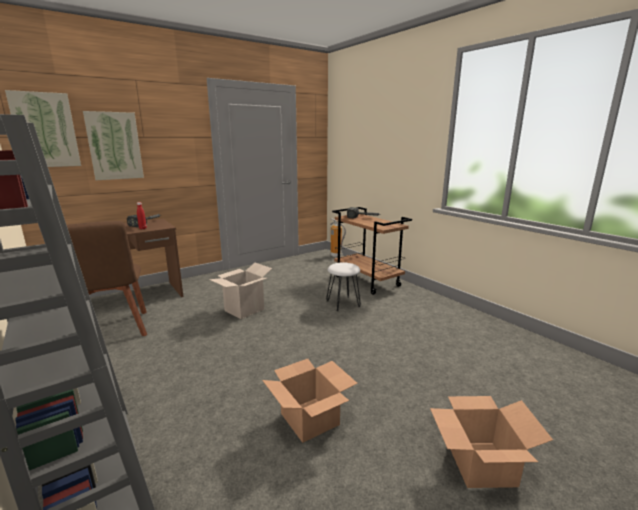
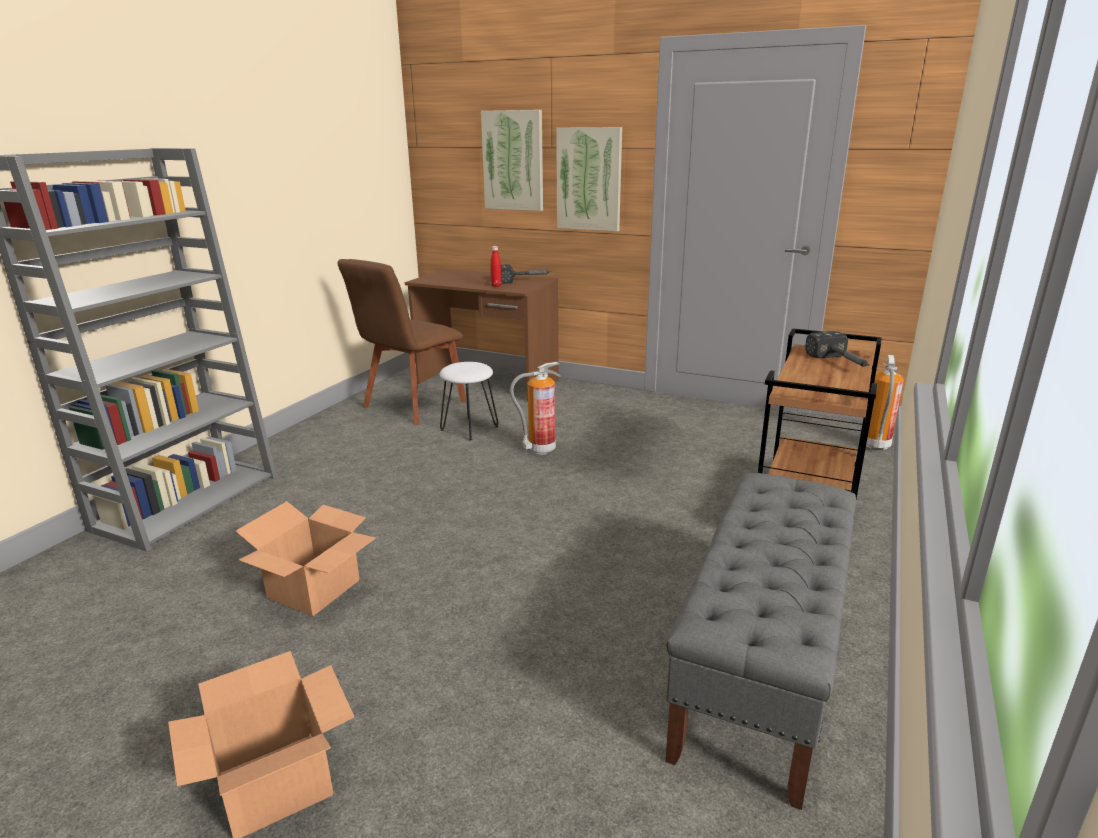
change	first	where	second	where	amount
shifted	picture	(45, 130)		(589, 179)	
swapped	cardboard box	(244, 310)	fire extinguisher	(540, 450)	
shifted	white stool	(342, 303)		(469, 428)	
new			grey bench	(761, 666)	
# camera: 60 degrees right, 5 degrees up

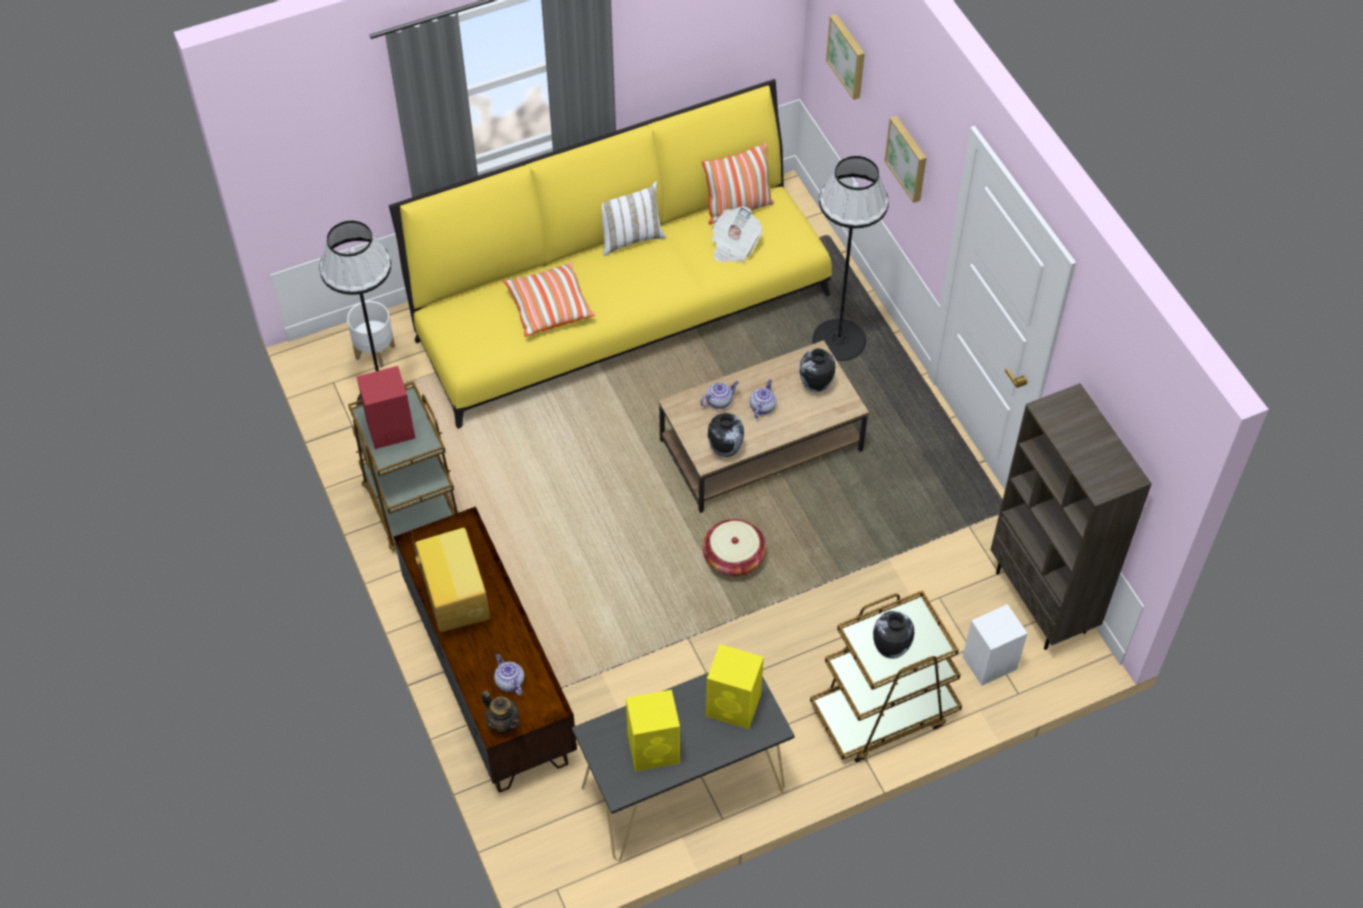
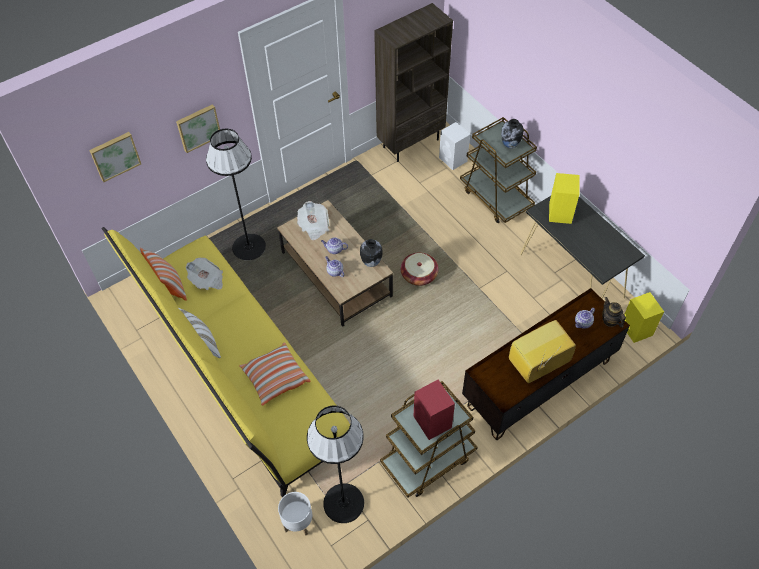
change	first	where	second	where	amount
swapped	vase	(815, 386)	newspaper	(314, 226)	
rotated	teapot	(503, 723)		(610, 320)	60 degrees counterclockwise
shifted	yellow speaker	(655, 749)		(636, 328)	
# camera: 100 degrees left, 0 degrees up

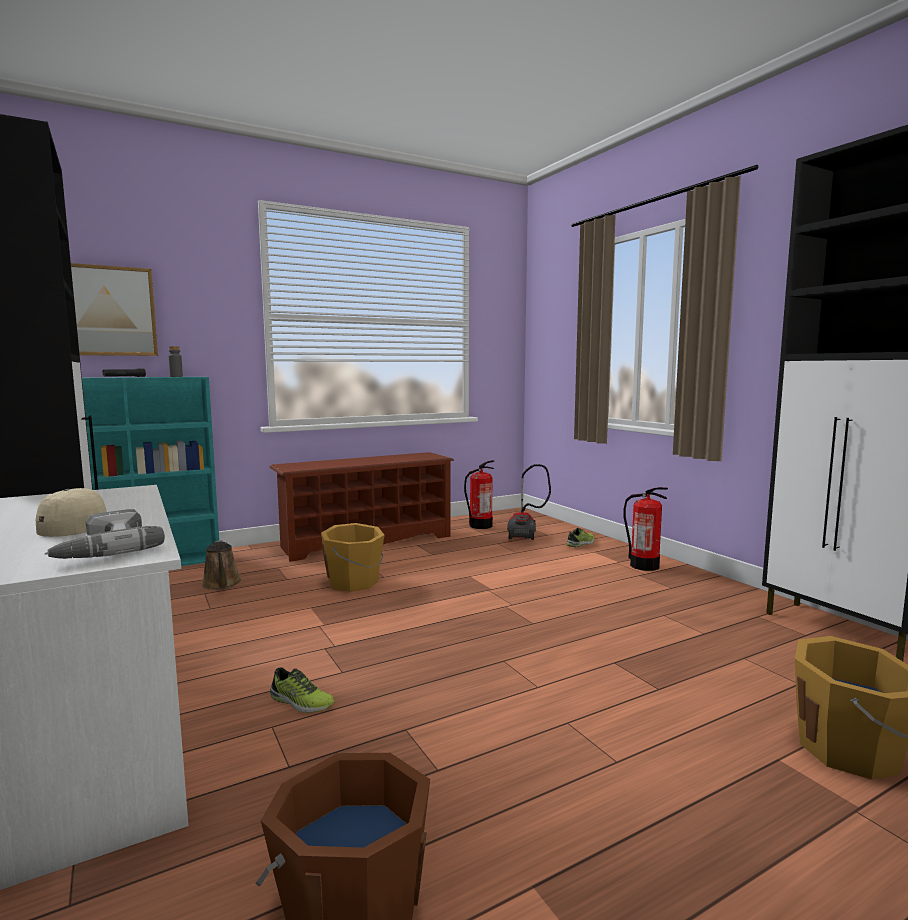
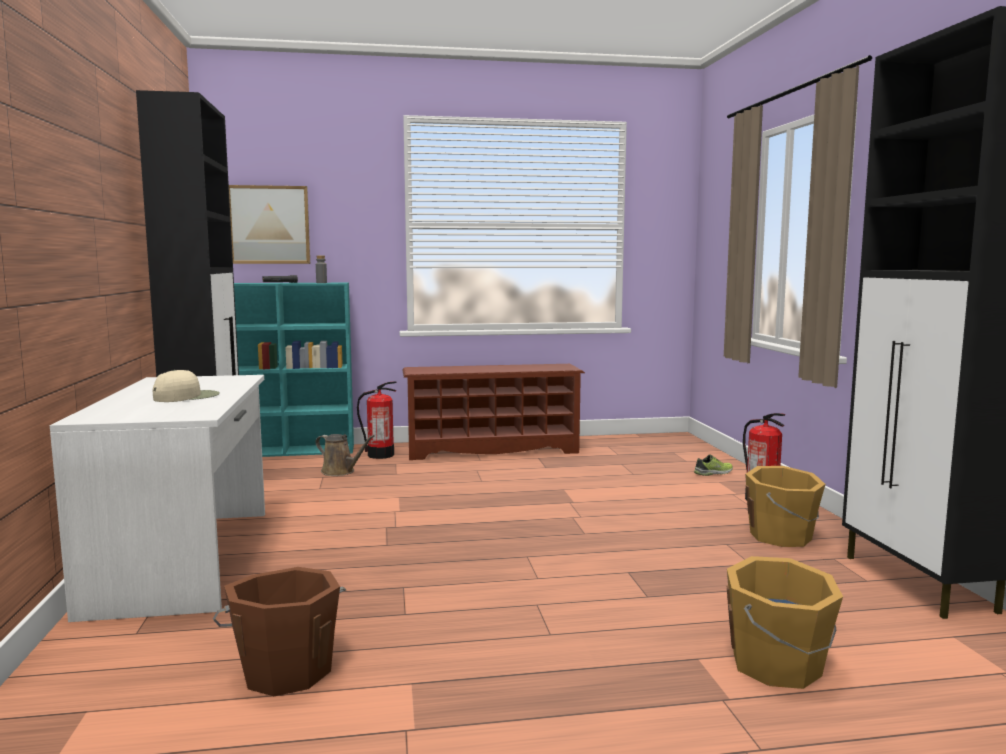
change	first	where	second	where	amount
shifted	fire extinguisher	(480, 526)		(380, 455)	
gone	vacuum cleaner	(524, 532)			
gone	power drill	(102, 548)			
shifted	orange bucket	(354, 582)		(782, 536)	
rotated	brown watering can	(222, 584)		(340, 472)	60 degrees counterclockwise
gone	shoe	(300, 702)			
# camera: 20 degrees right, 0 degrees up

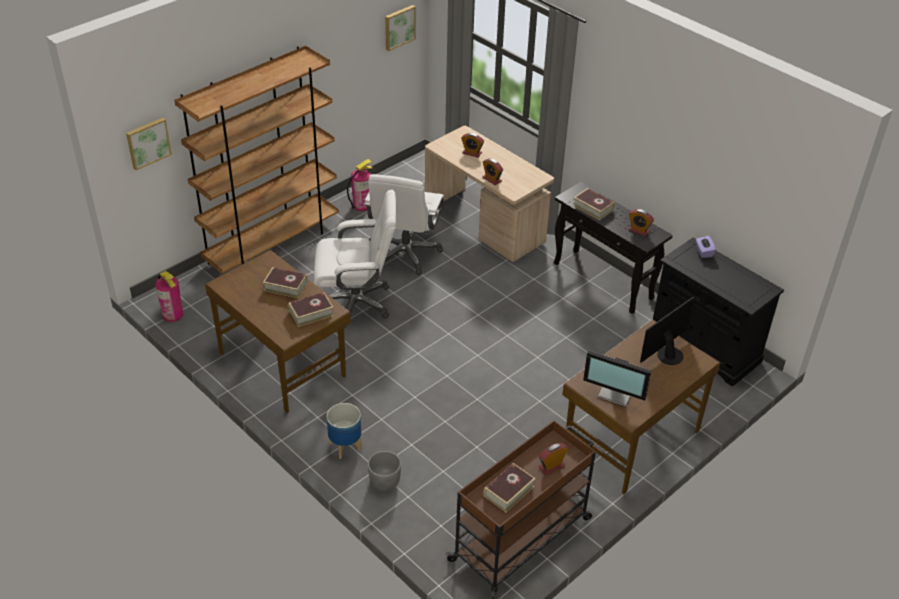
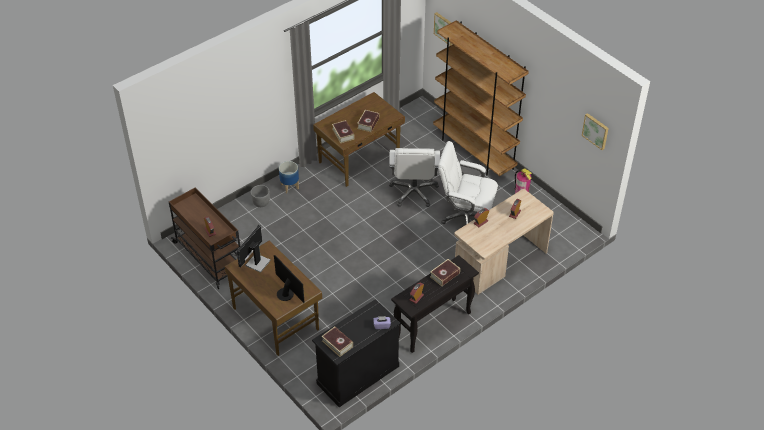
change	first	where	second	where	amount
gone	fire extinguisher	(173, 314)			
shifted	book	(509, 491)		(337, 344)	
# camera: 95 degrees right, 5 degrees up

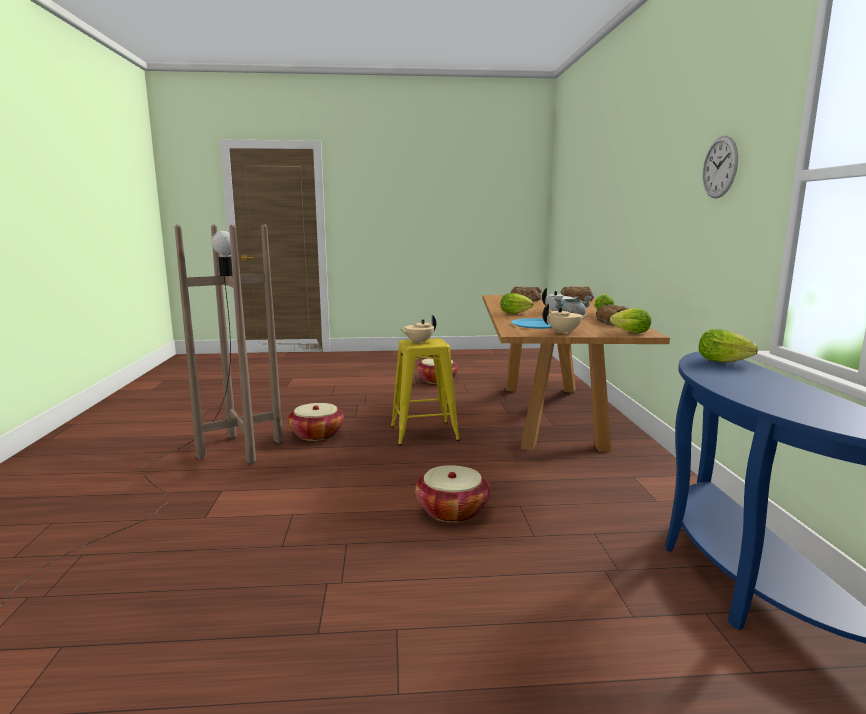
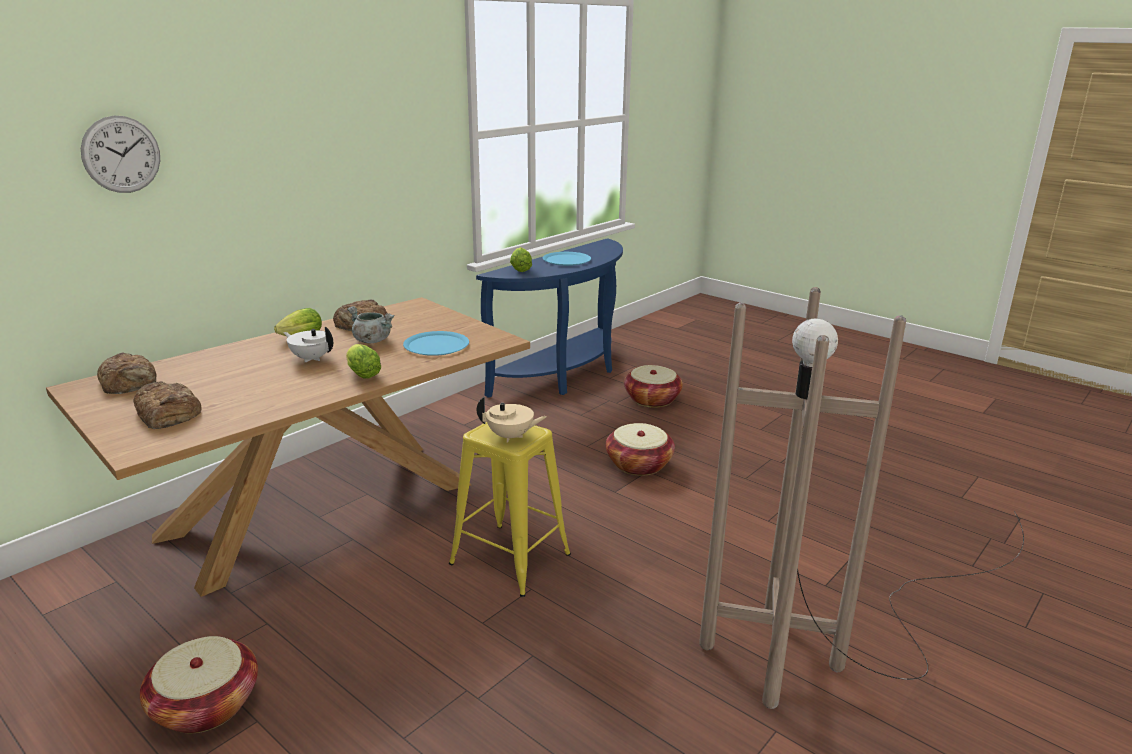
change	first	where	second	where	amount
shifted	wall clock	(720, 167)		(121, 154)	
gone	beige teapot	(564, 332)			
gone	lettuce	(629, 332)			
shifted	basket	(316, 434)		(652, 399)	
new			blue plate	(566, 260)	
# camera: 135 degrees left, 10 degrees up

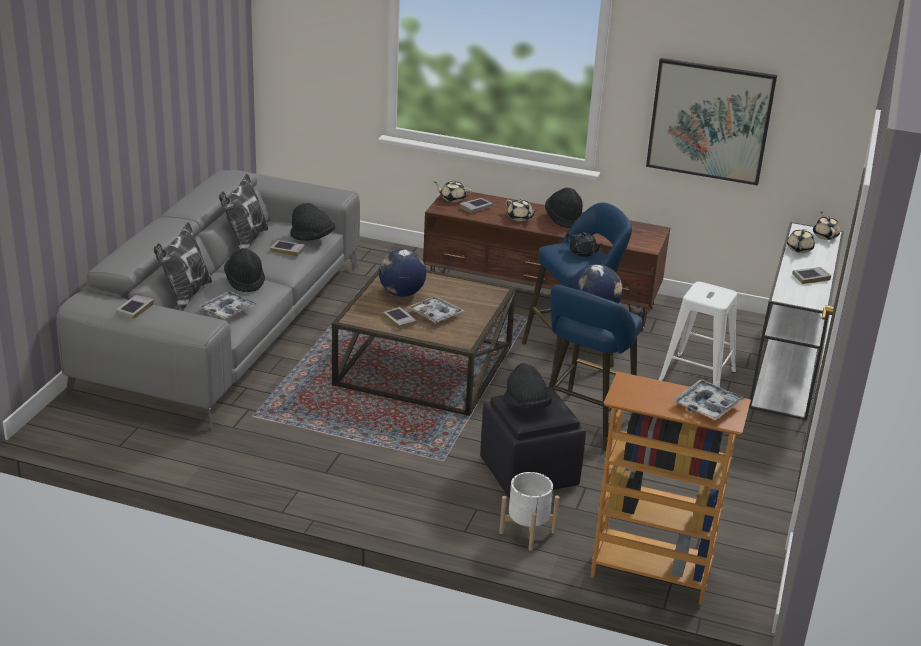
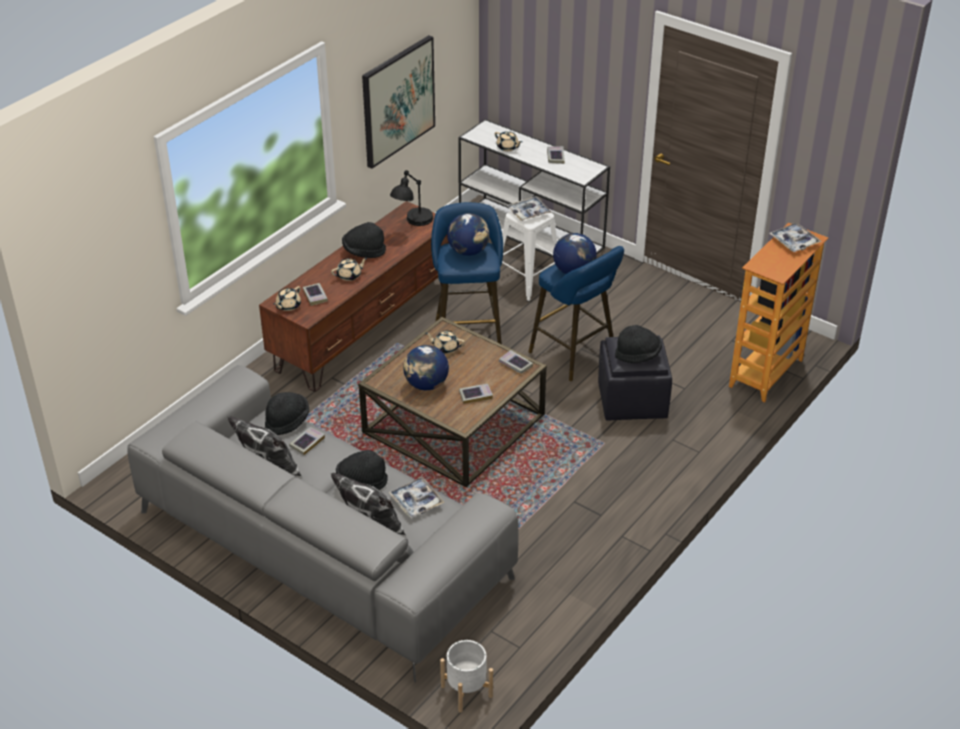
change	first	where	second	where	amount
shifted	beige teapot	(825, 235)		(445, 348)	
swapped	black teapot	(583, 252)	globe	(468, 251)	
shifted	book	(134, 309)		(515, 364)	
shifted	tray	(435, 314)		(528, 212)	
shifted	white planter	(527, 532)		(466, 691)	
new			black table lamp	(412, 224)	
# camera: 70 degrees left, 10 degrees up

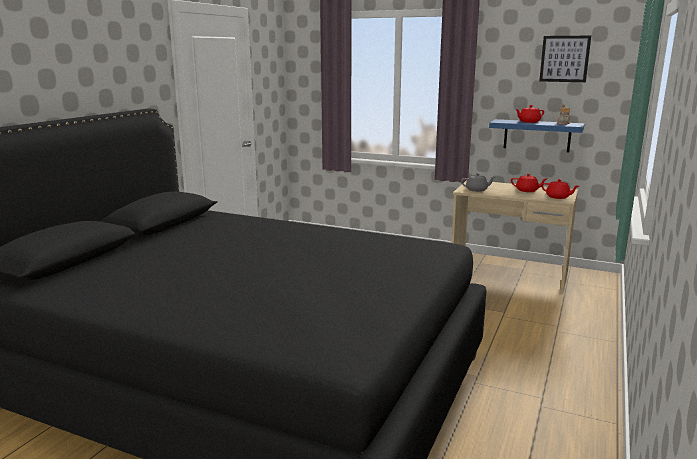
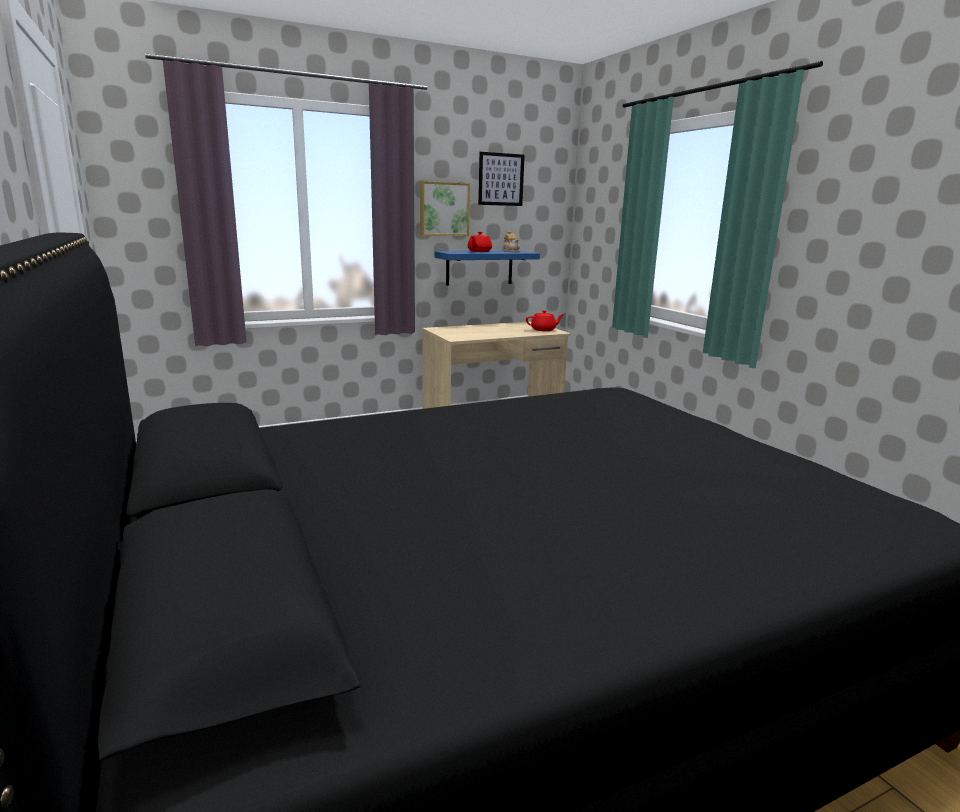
change	first	where	second	where	amount
gone	grey teapot	(477, 190)			
gone	red teapot	(527, 190)			
new			picture	(443, 209)	
# camera: 50 degrees left, 0 degrees up

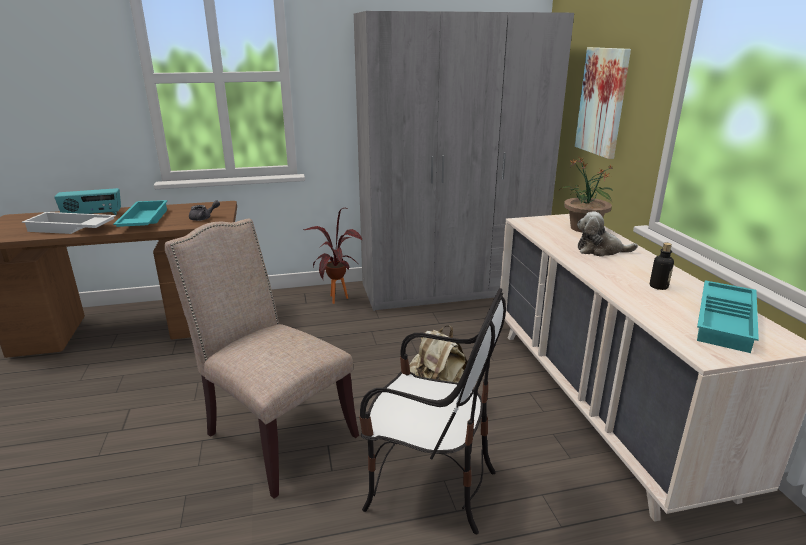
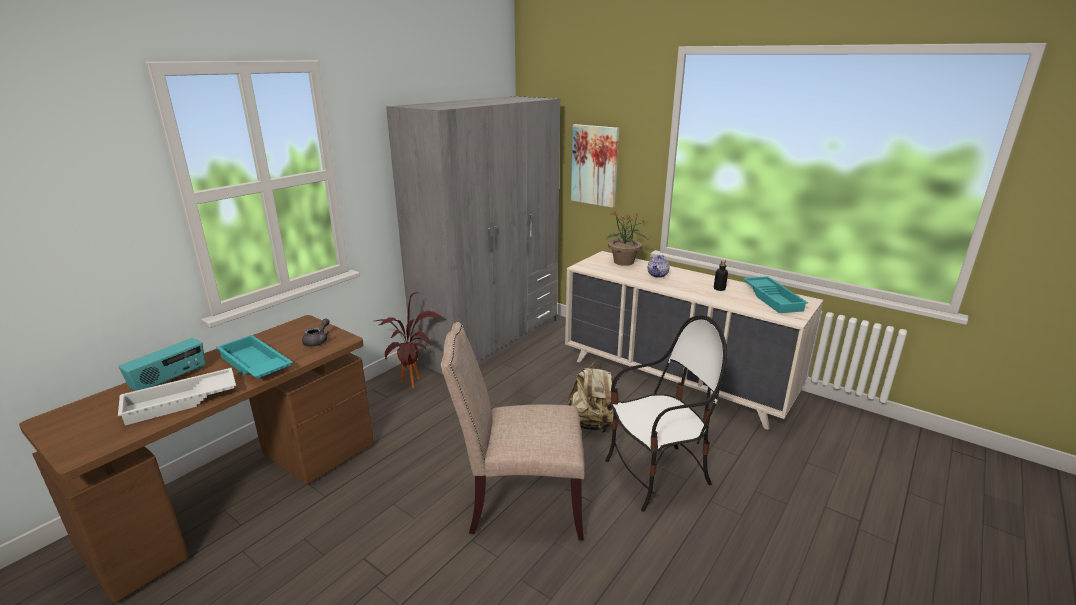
change	first	where	second	where	amount
swapped	plush toy	(600, 250)	teapot	(658, 275)	
# camera: 40 degrees left, 0 degrees up

